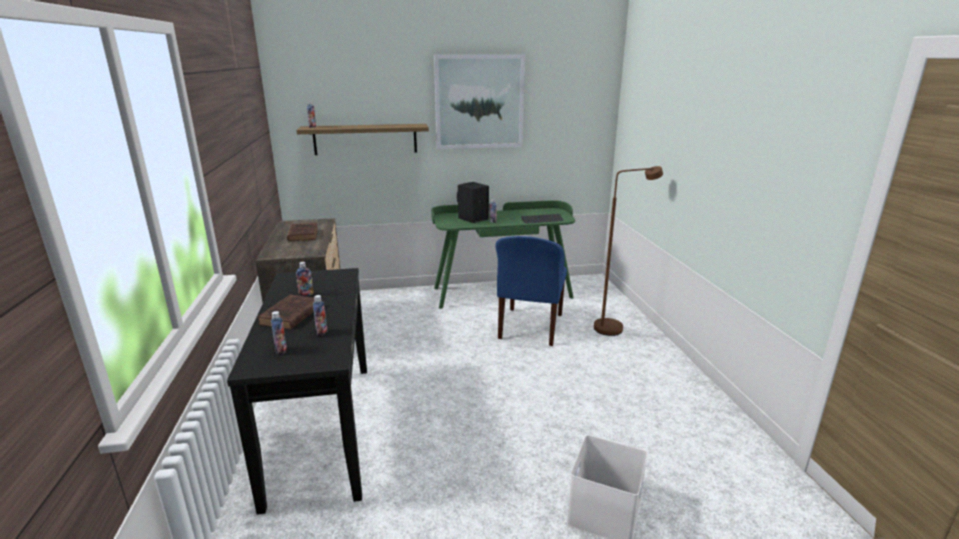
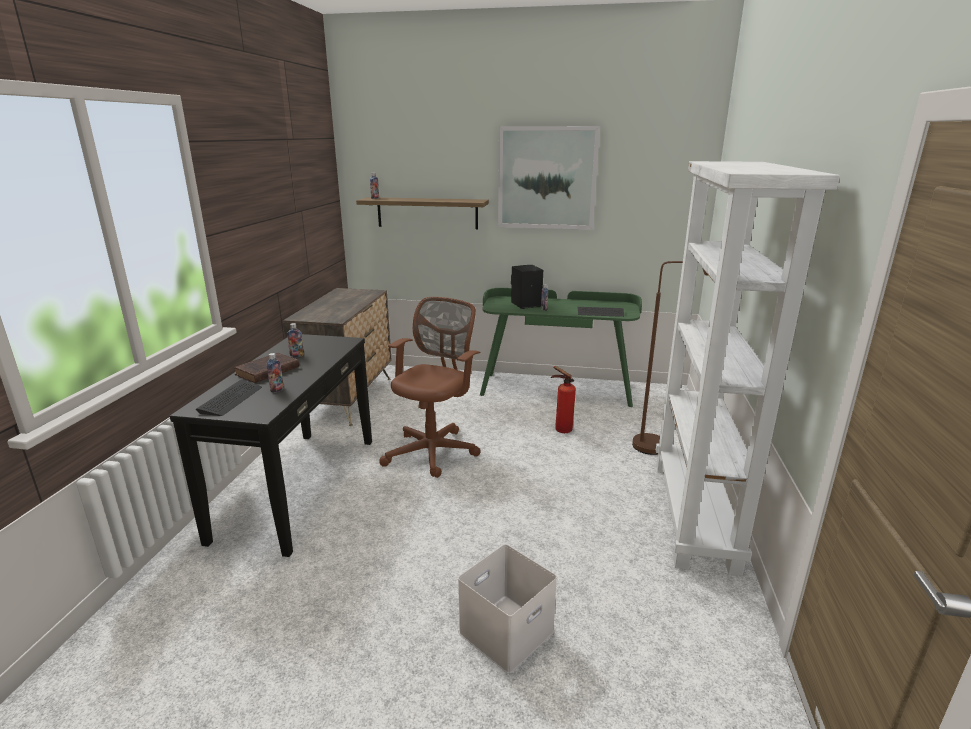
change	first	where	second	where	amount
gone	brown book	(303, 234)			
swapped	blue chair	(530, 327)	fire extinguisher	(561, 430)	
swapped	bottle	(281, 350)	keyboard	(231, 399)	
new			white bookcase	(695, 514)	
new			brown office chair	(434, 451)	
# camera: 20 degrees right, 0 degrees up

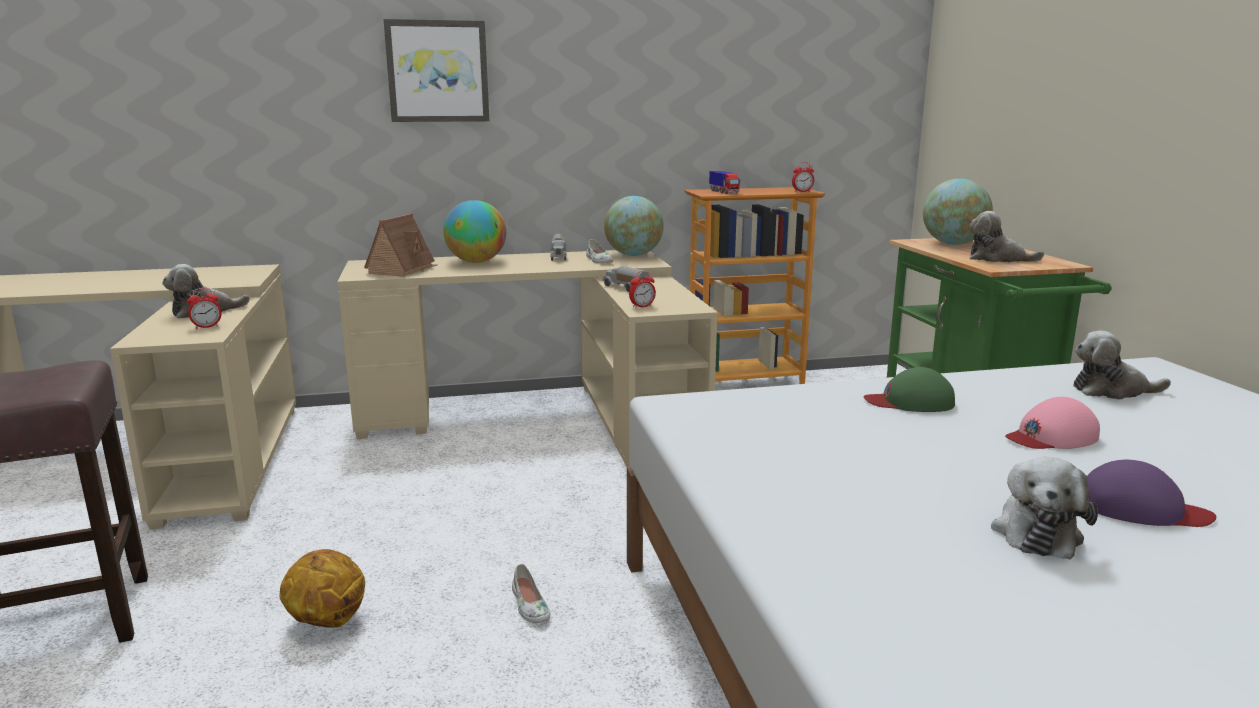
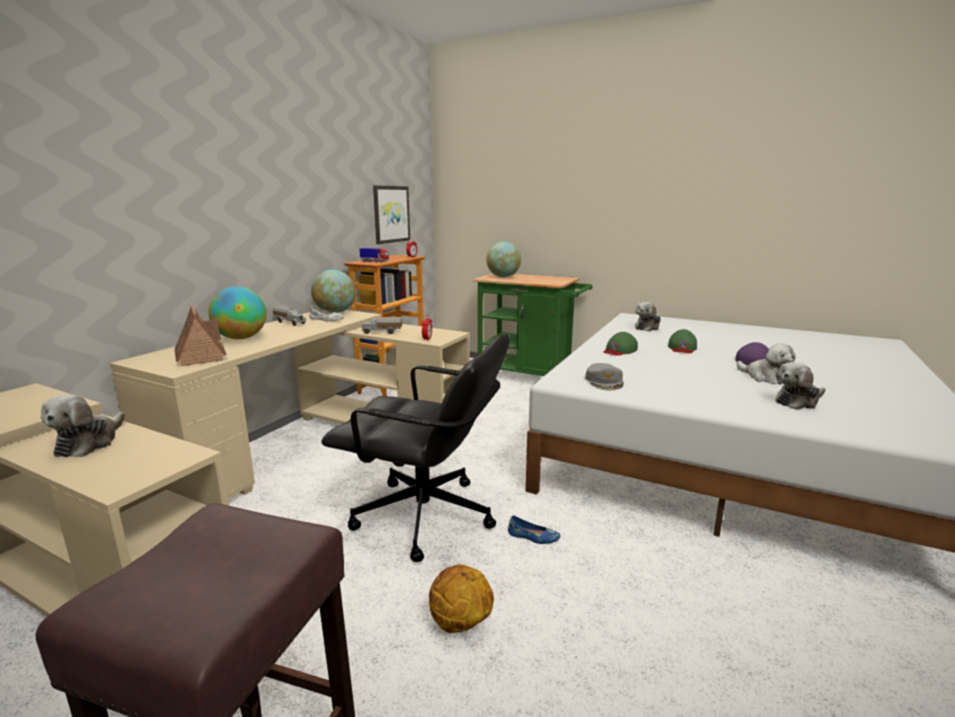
change	first	where	second	where	amount
shifted	picture	(437, 71)		(391, 214)	
shifted	plush toy	(997, 259)		(798, 401)	
gone	alarm clock	(207, 327)			
repainted	pink cap	(1051, 437)	green cap	(682, 348)	
repainted	white shoe	(529, 606)	blue shoe	(533, 537)	
new			black office chair	(425, 517)	
new			grey cap	(604, 381)	
# camera: 50 degrees left, 0 degrees up

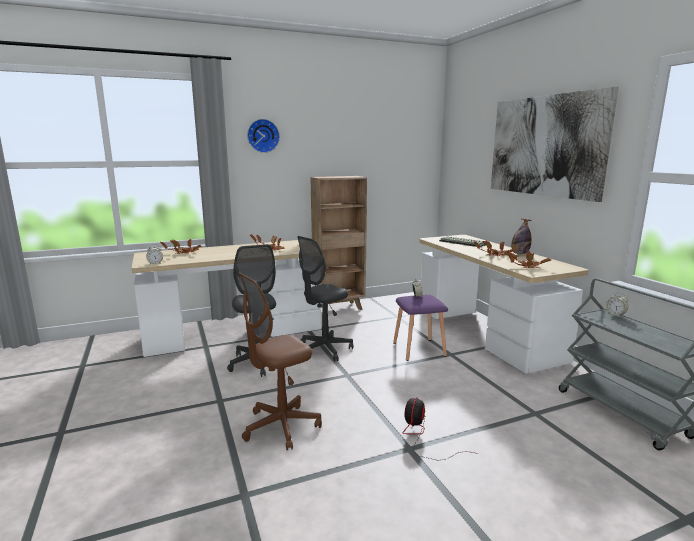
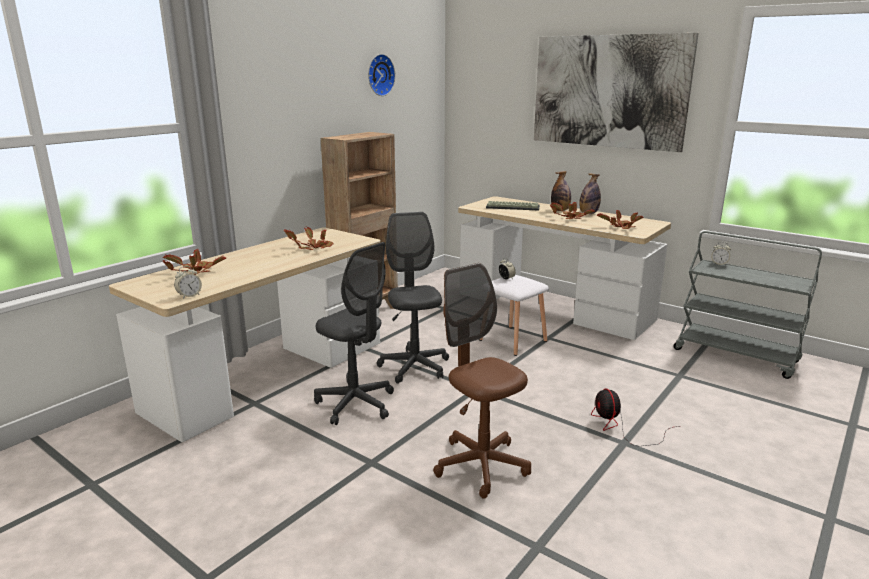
change	first	where	second	where	amount
shifted	wall clock	(263, 136)		(379, 75)	
rotated	grey office chair	(324, 350)		(414, 367)	150 degrees clockwise
rotated	brown office chair	(281, 426)		(481, 466)	120 degrees clockwise
repainted	purple stool	(418, 349)	white stool	(511, 340)	
new			bottle	(560, 210)	
# camera: 30 degrees left, 5 degrees up

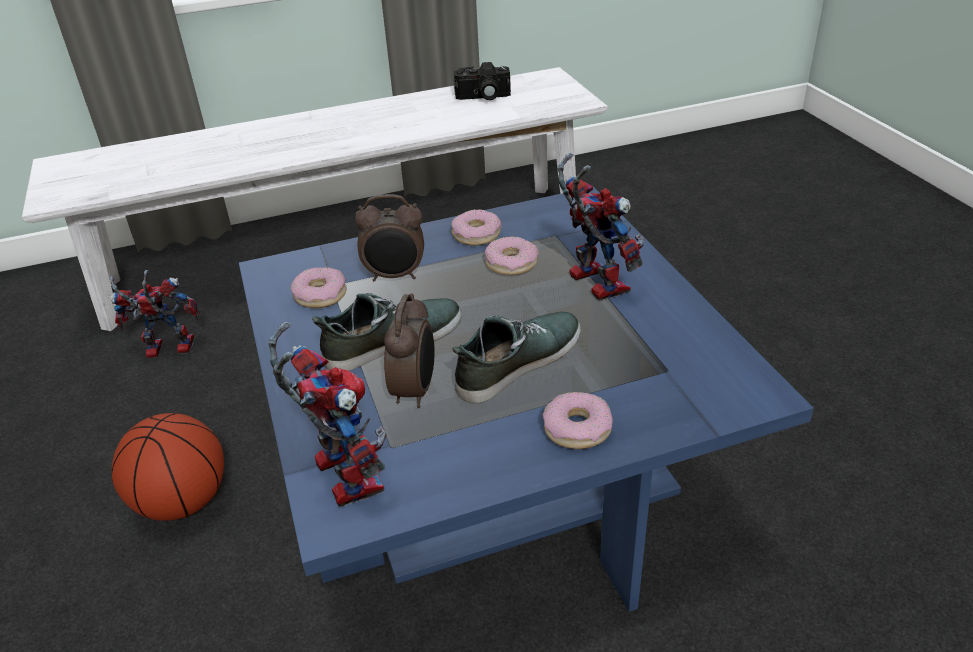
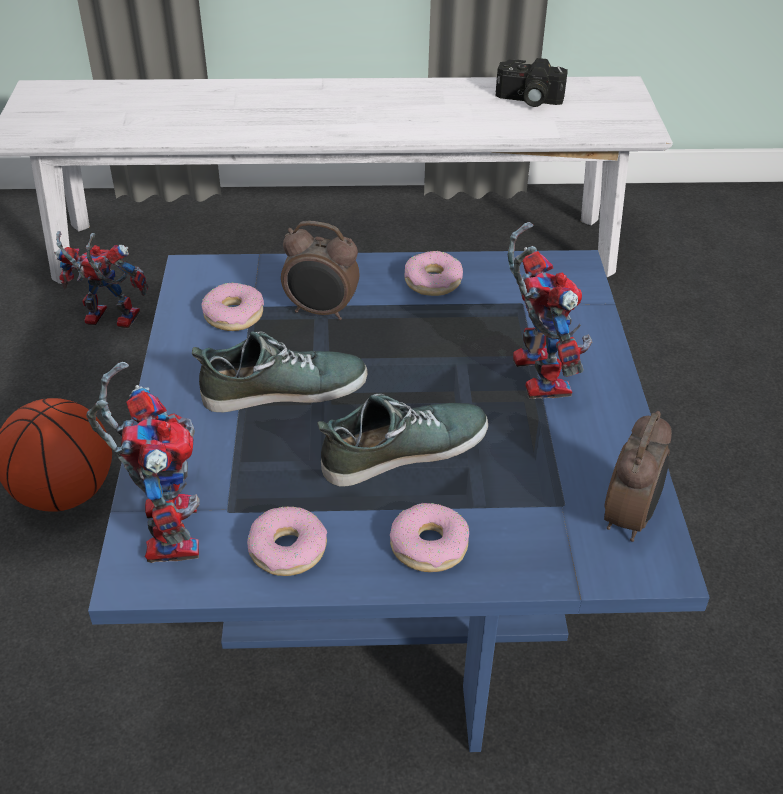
change	first	where	second	where	amount
shifted	donut	(511, 263)		(288, 549)	
shifted	alarm clock	(415, 390)		(630, 517)	
# camera: 15 degrees right, 5 degrees up

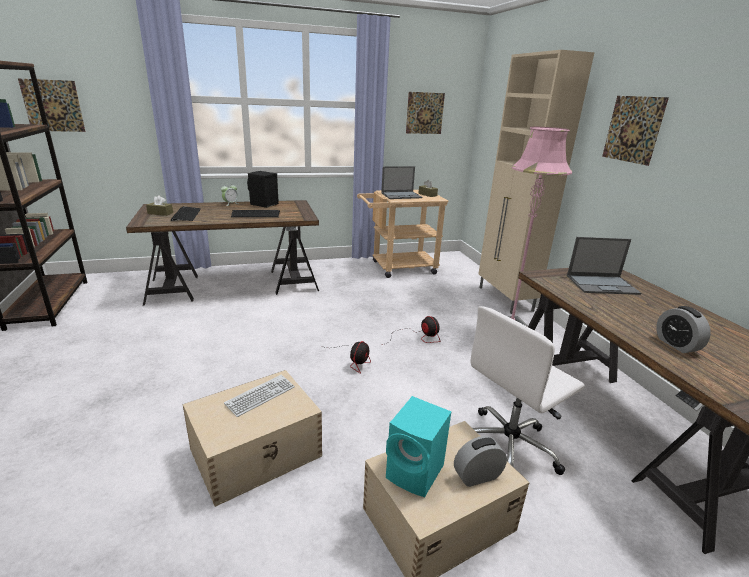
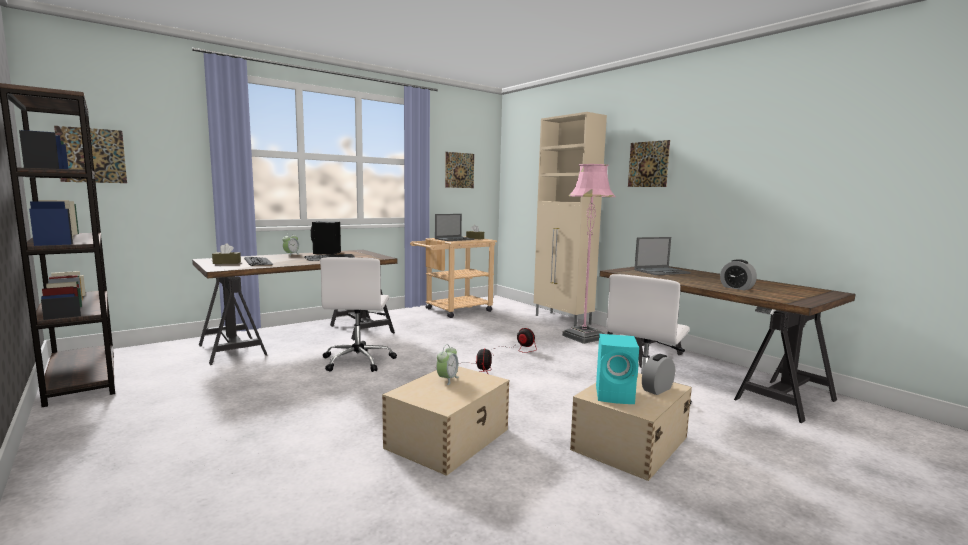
change	first	where	second	where	amount
swapped	keyboard	(260, 396)	alarm clock	(447, 379)	
new			white office chair	(358, 361)	
# camera: 20 degrees left, 15 degrees down

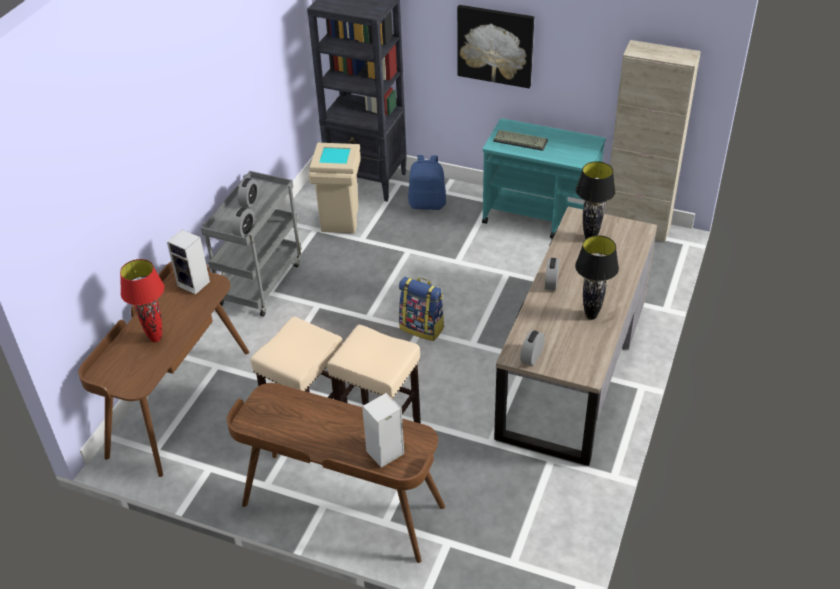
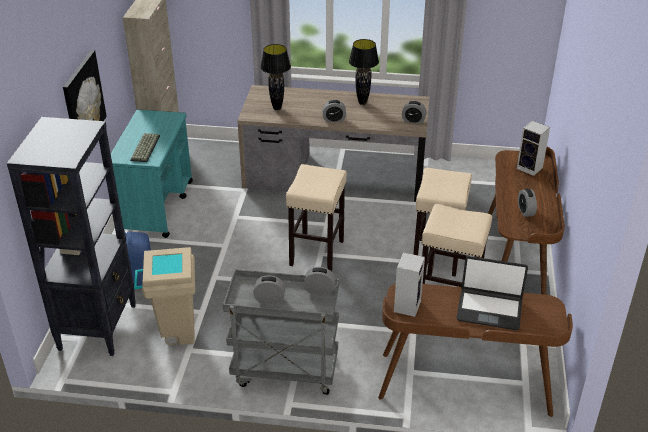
change	first	where	second	where	amount
swapped	red table lamp	(156, 339)	laptop	(489, 309)	
swapped	backpack	(422, 328)	beige stool	(317, 252)	
new			alarm clock	(525, 211)	
# camera: 105 degrees left, 5 degrees down

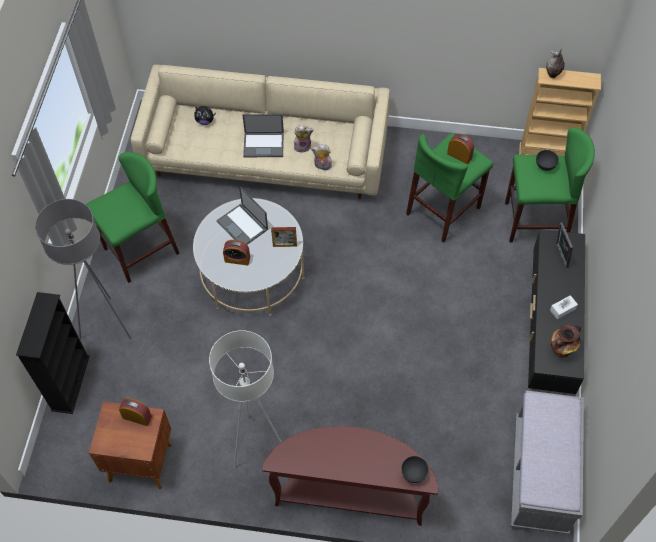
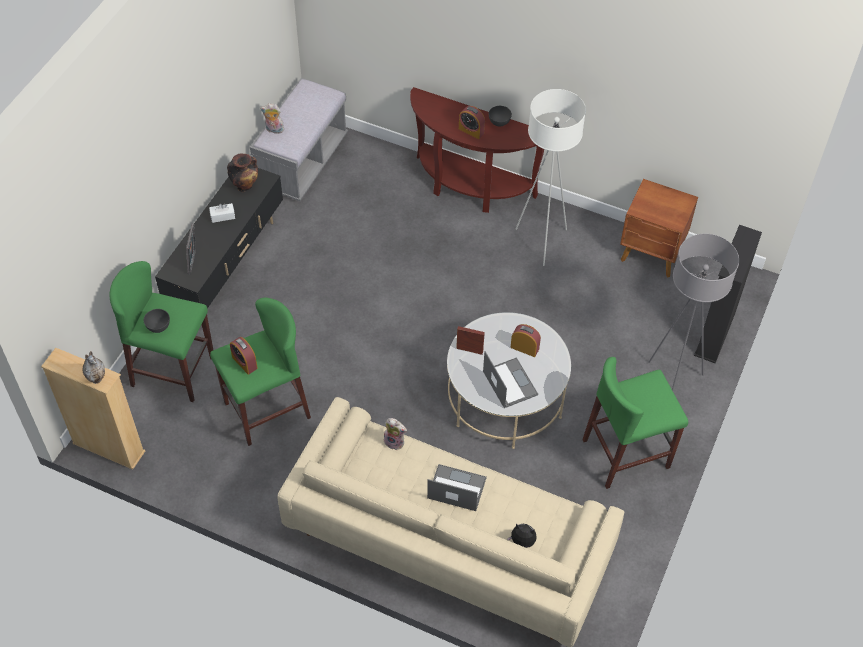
change	first	where	second	where	amount
shifted	plush toy	(303, 146)		(274, 130)	
shifted	alarm clock	(137, 417)		(471, 131)	
shifted	grey bowl	(413, 473)		(499, 122)	
# camera: 165 degrees left, 5 degrees down

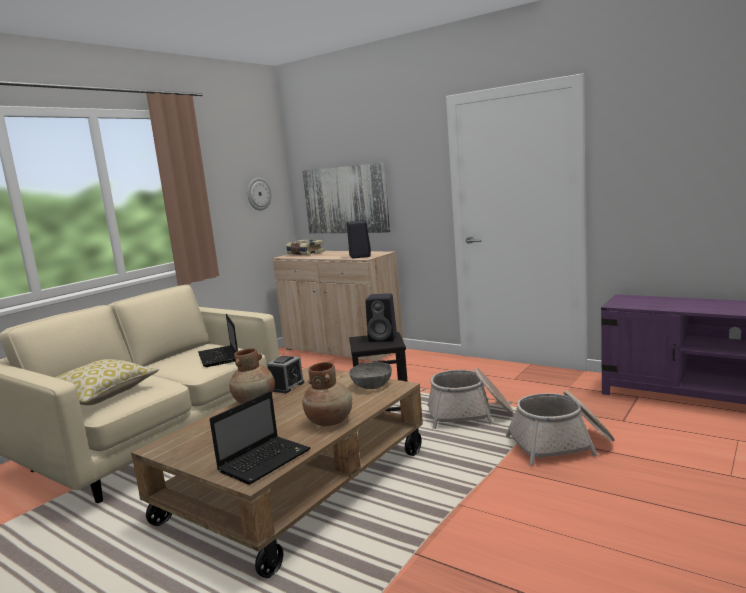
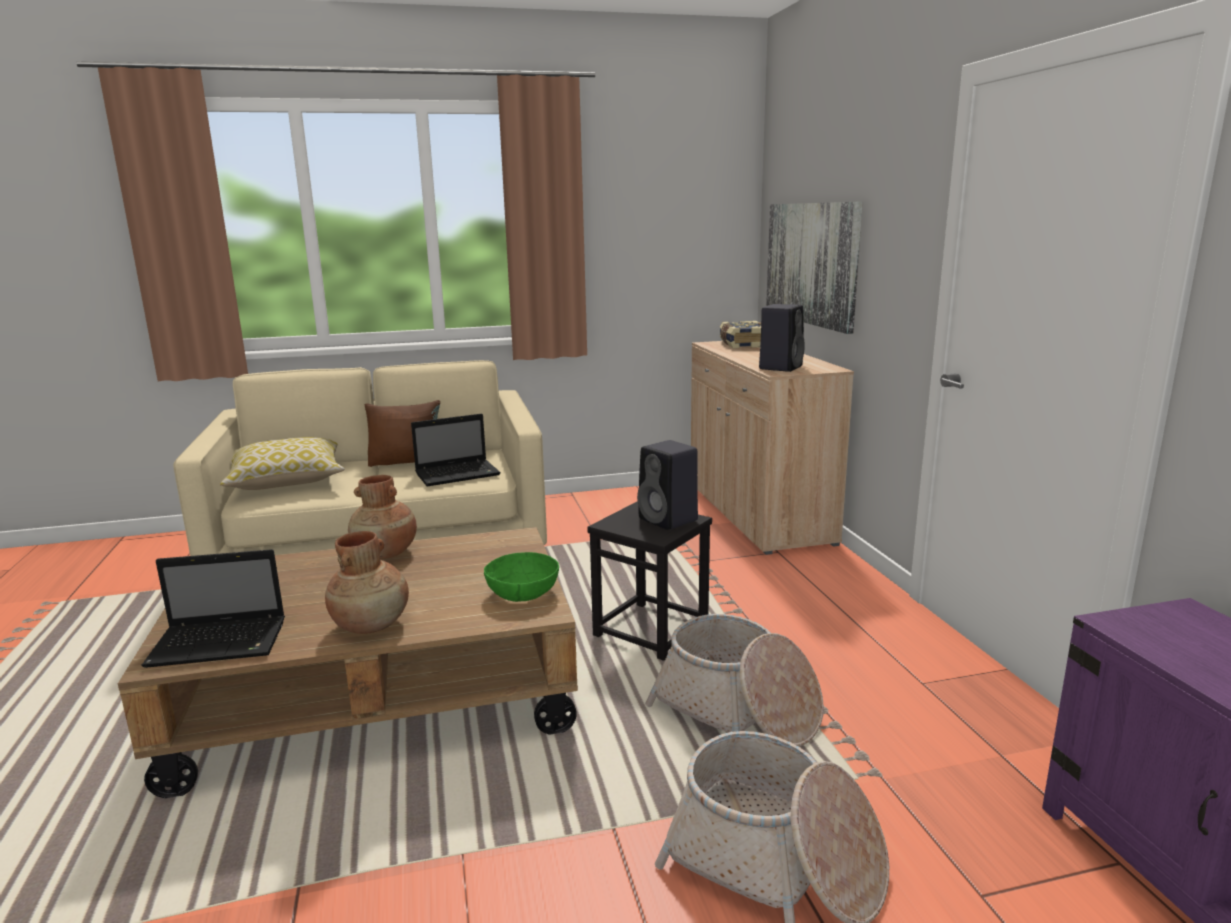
change	first	where	second	where	amount
gone	wall clock	(258, 194)			
rotated	laptop	(219, 357)		(459, 474)	135 degrees counterclockwise
gone	alarm clock	(287, 386)			
repainted	grey bowl	(371, 385)	green bowl	(522, 593)	
new			brown pillow	(407, 462)	
# camera: 40 degrees right, 5 degrees up

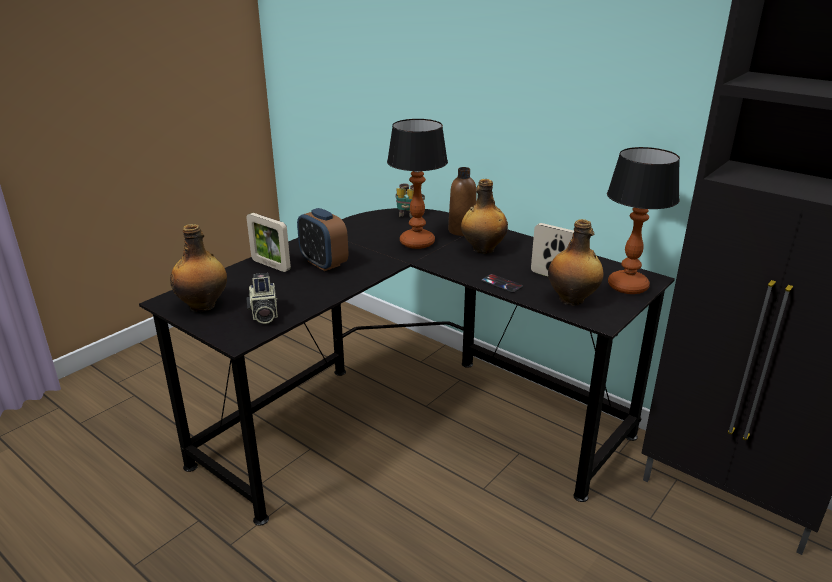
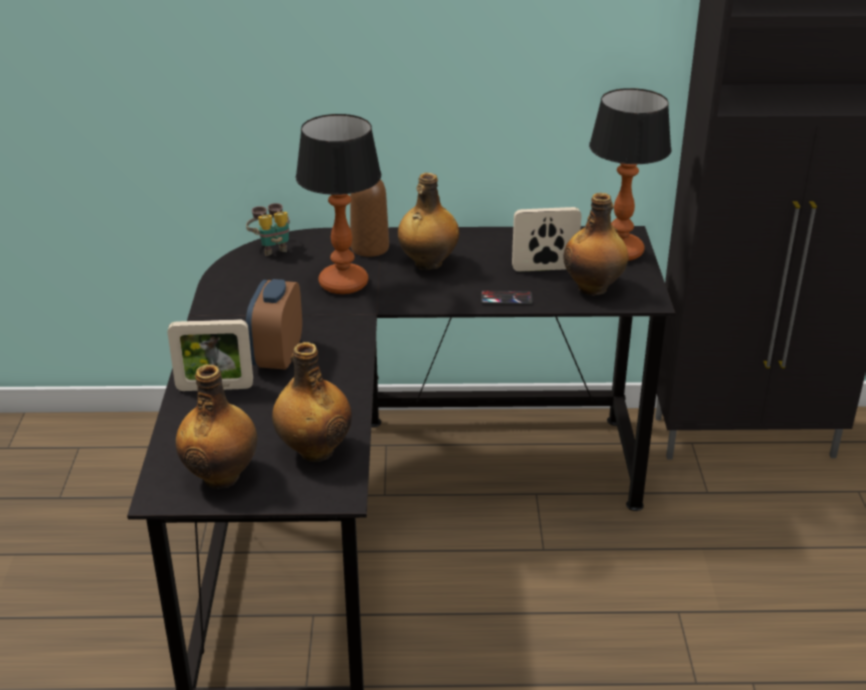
change	first	where	second	where	amount
rotated	alarm clock	(323, 263)		(277, 356)	90 degrees clockwise
swapped	photo camera	(263, 314)	bottle	(314, 450)	
# camera: 40 degrees left, 5 degrees up

